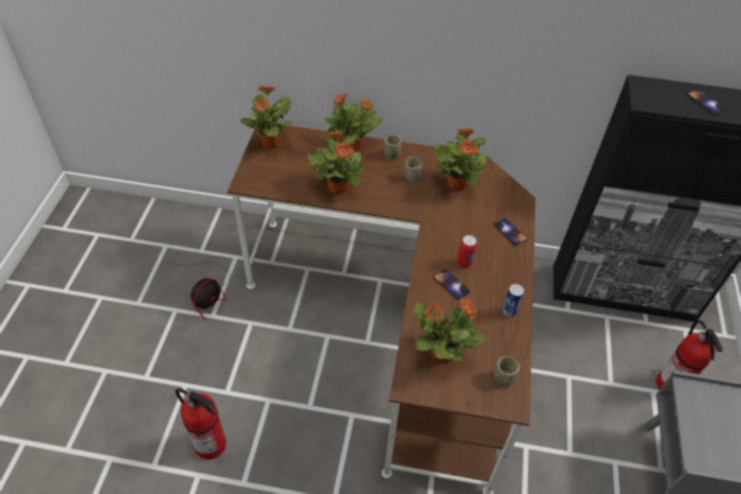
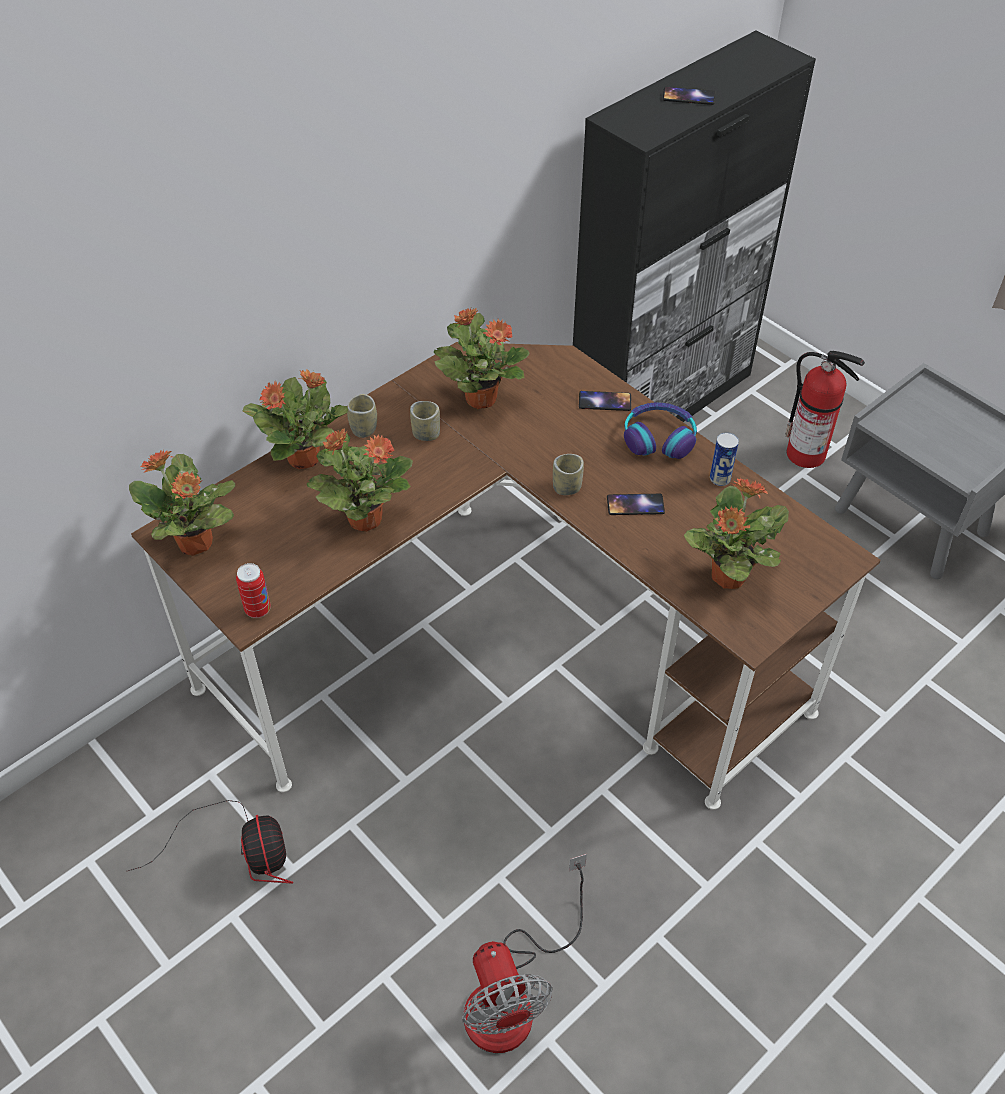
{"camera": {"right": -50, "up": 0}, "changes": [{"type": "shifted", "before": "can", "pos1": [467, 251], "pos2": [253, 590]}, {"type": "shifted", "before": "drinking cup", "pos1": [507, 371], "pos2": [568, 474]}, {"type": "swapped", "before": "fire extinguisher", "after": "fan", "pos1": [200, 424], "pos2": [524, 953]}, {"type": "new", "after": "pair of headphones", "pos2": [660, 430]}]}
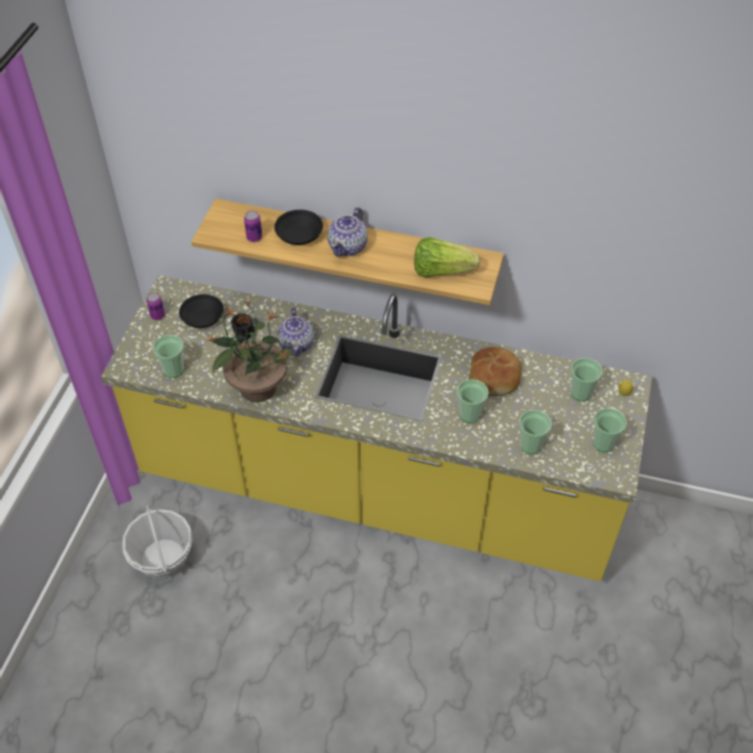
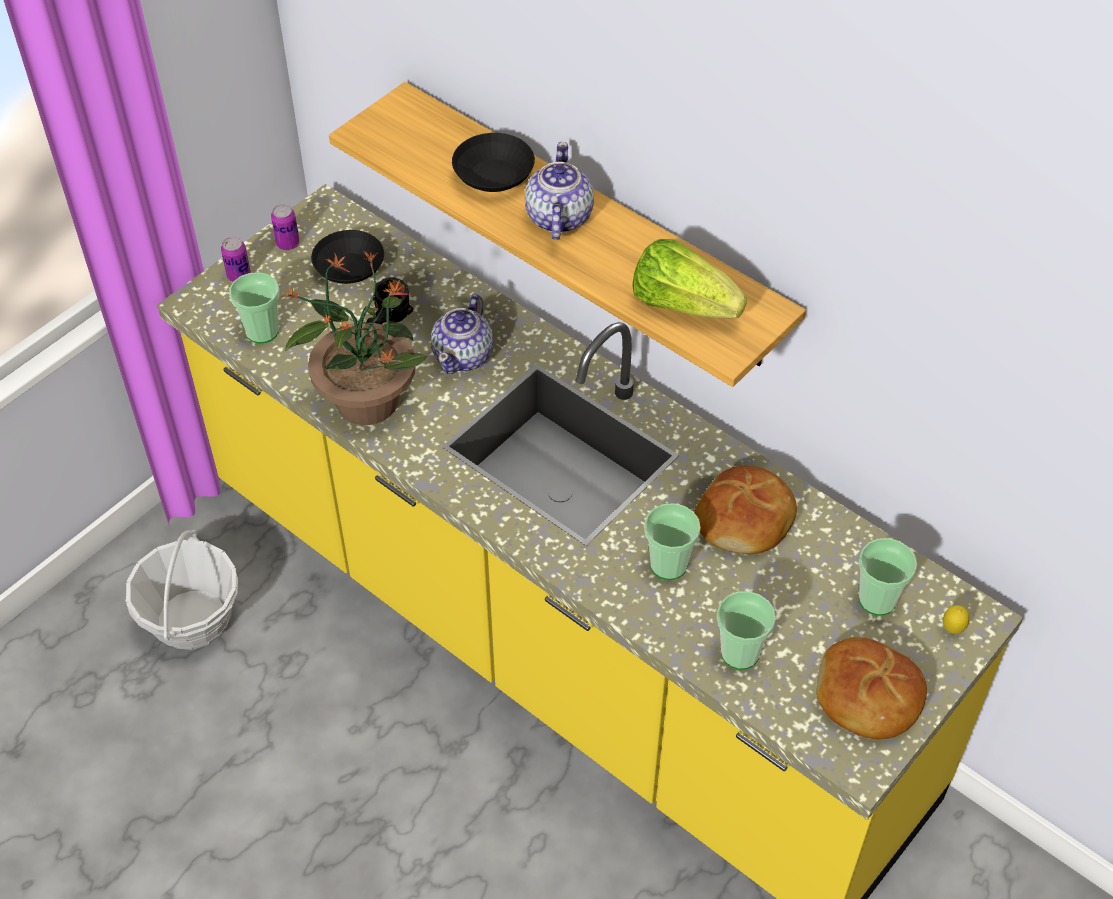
{"camera": {"right": 25, "up": 0}, "changes": [{"type": "rotated", "before": "teapot", "pos1": [347, 232], "pos2": [559, 191], "turn": 135}, {"type": "shifted", "before": "can", "pos1": [253, 226], "pos2": [236, 259]}, {"type": "swapped", "before": "drinking cup", "after": "bakery bread", "pos1": [610, 430], "pos2": [871, 688]}]}
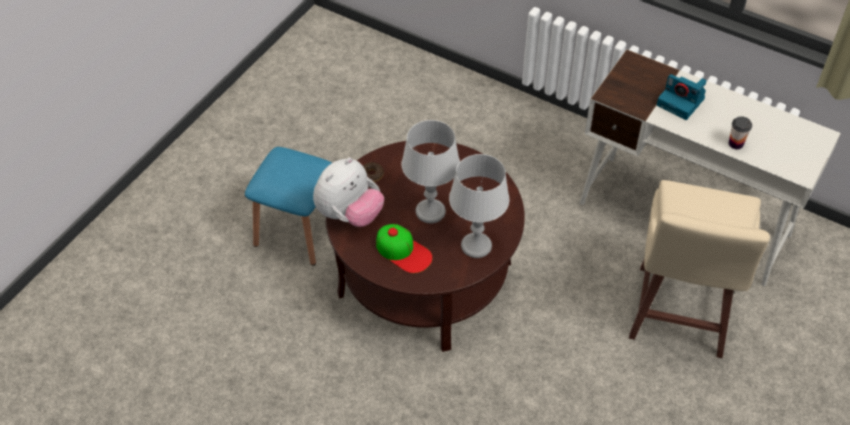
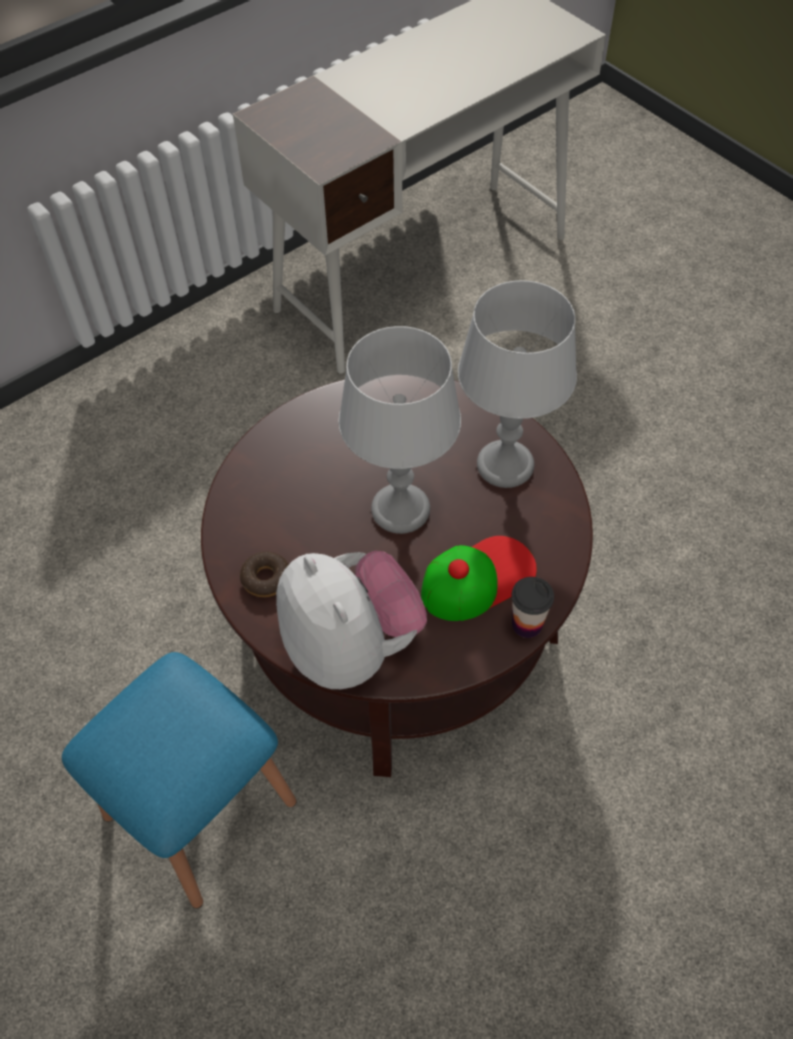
{"camera": {"right": -70, "up": 5}, "changes": [{"type": "gone", "before": "still camera", "pos1": [682, 97]}, {"type": "shifted", "before": "drinking cup", "pos1": [740, 132], "pos2": [532, 607]}, {"type": "gone", "before": "stool seat (beige)", "pos1": [699, 269]}]}
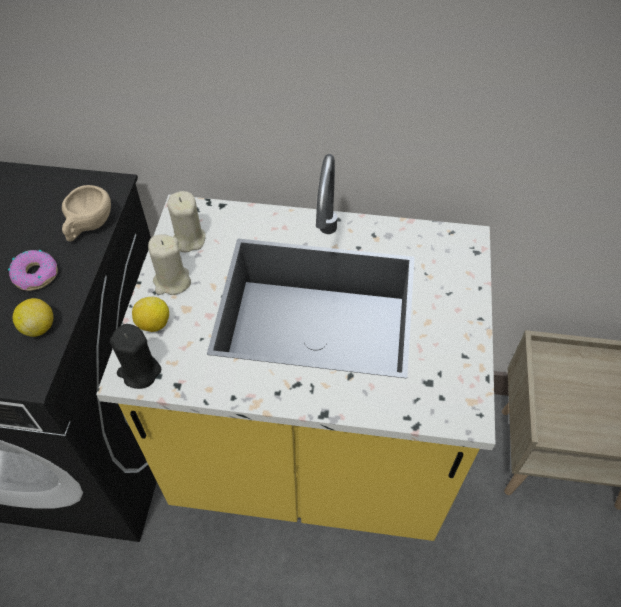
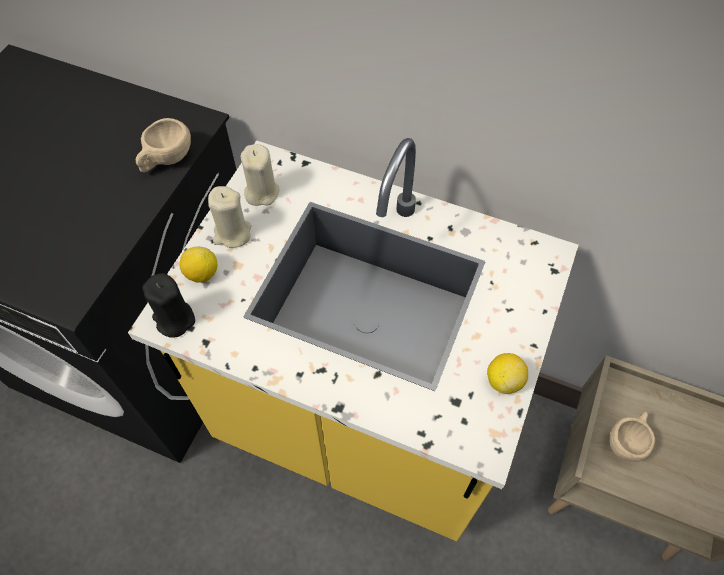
{"camera": {"right": 15, "up": 5}, "changes": [{"type": "gone", "before": "doughnut", "pos1": [33, 270]}, {"type": "shifted", "before": "citrus fruit", "pos1": [32, 317], "pos2": [507, 373]}, {"type": "new", "after": "drinking cup (beige)", "pos2": [632, 436]}]}
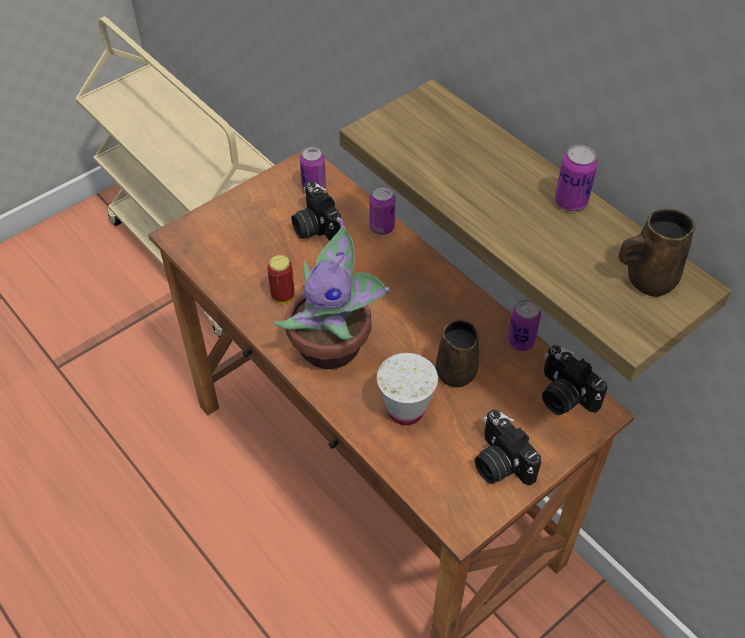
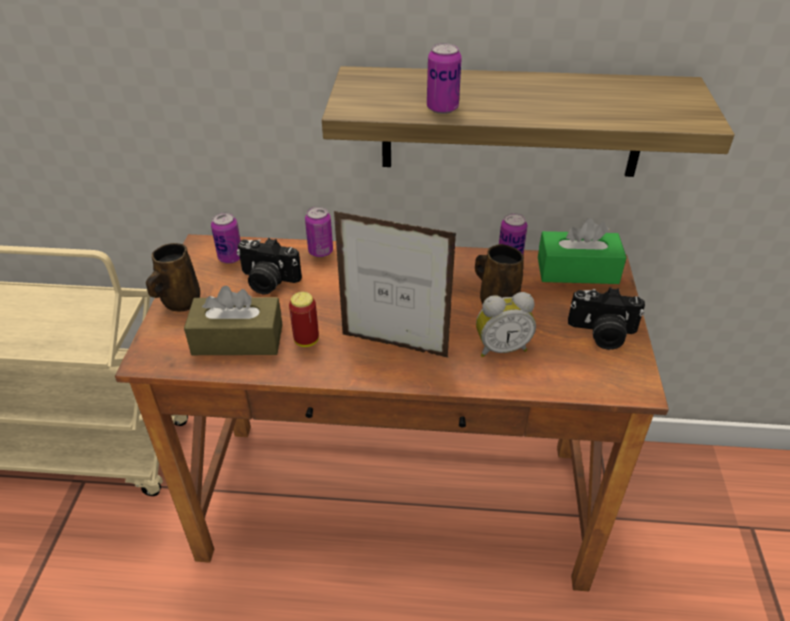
{"camera": {"right": -45, "up": -10}, "changes": [{"type": "shifted", "before": "can", "pos1": [576, 178], "pos2": [444, 78]}, {"type": "shifted", "before": "mug (brown)", "pos1": [656, 252], "pos2": [173, 277]}, {"type": "swapped", "before": "houseplant", "after": "photo frame", "pos1": [331, 293], "pos2": [395, 284]}, {"type": "swapped", "before": "still camera", "after": "tissue box (green-coloured)", "pos1": [575, 380], "pos2": [582, 251]}, {"type": "swapped", "before": "drinking cup (whitish)", "after": "bedside clock", "pos1": [407, 389], "pos2": [506, 324]}, {"type": "new", "after": "tissue box (brown)", "pos2": [233, 320]}]}
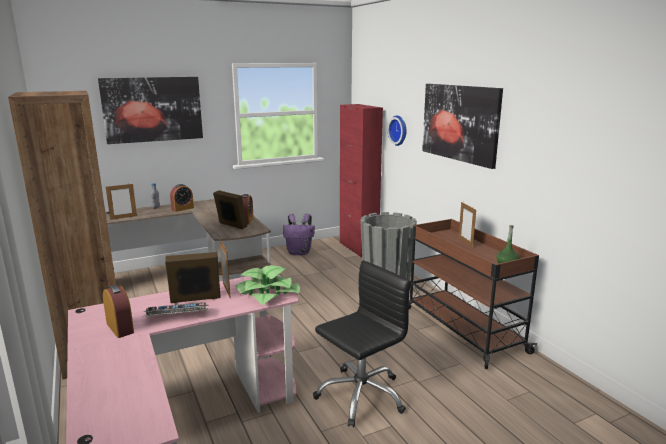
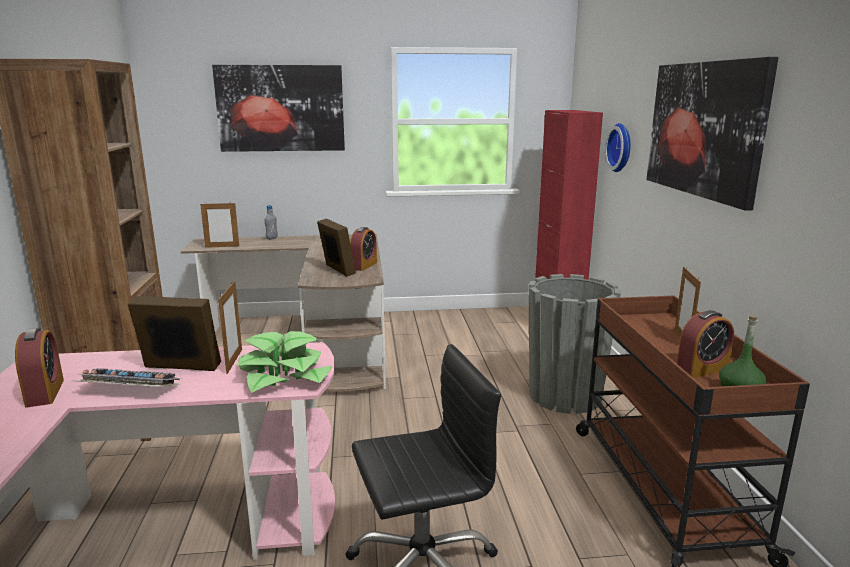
{"camera": {"right": 20, "up": 0}, "changes": [{"type": "shifted", "before": "bedside clock", "pos1": [182, 198], "pos2": [705, 344]}, {"type": "gone", "before": "knapsack (purple-coloured)", "pos1": [299, 234]}]}
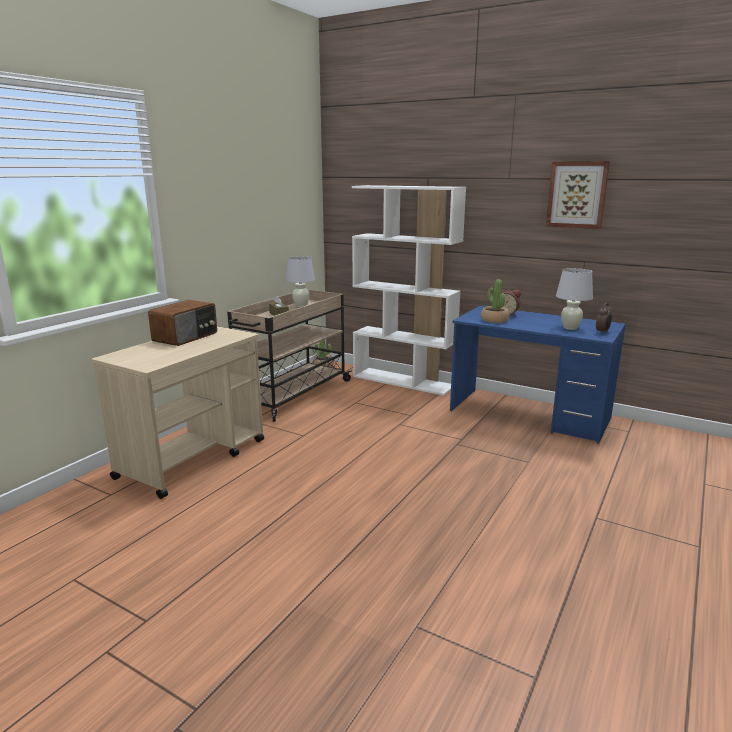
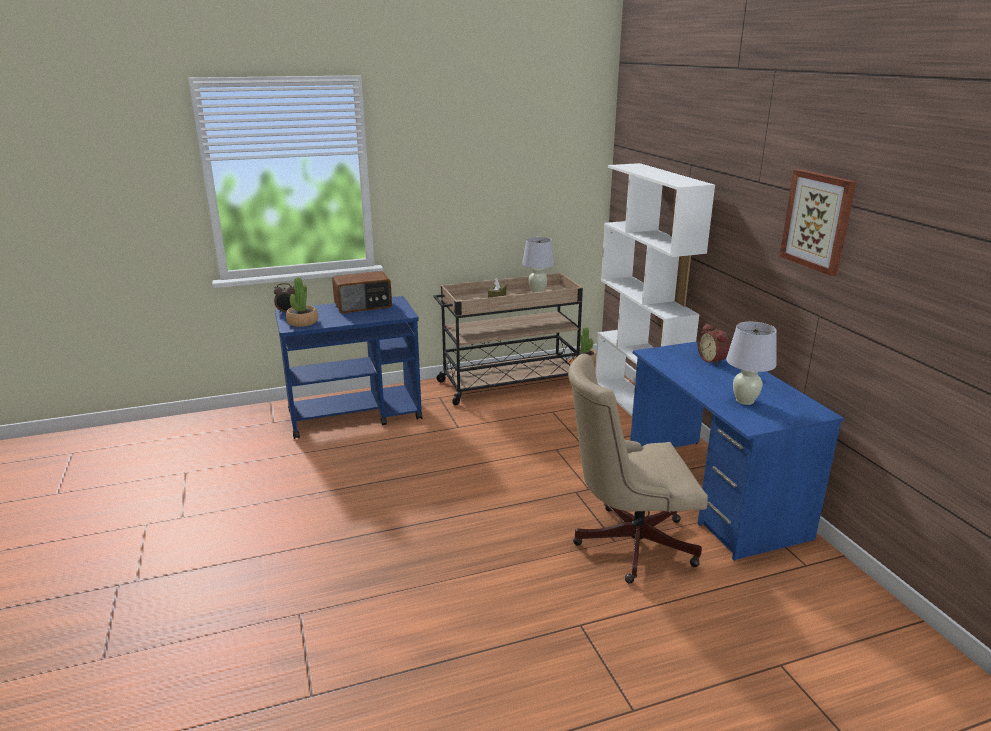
{"camera": {"right": 40, "up": 5}, "changes": [{"type": "shifted", "before": "houseplant", "pos1": [495, 301], "pos2": [302, 302]}, {"type": "shifted", "before": "bedside clock", "pos1": [604, 318], "pos2": [285, 298]}, {"type": "repainted", "before": "cart (beige)", "after": "cart (blue)", "pos1": [178, 412], "pos2": [349, 367]}, {"type": "new", "after": "office chair (beige)", "pos2": [638, 469]}]}
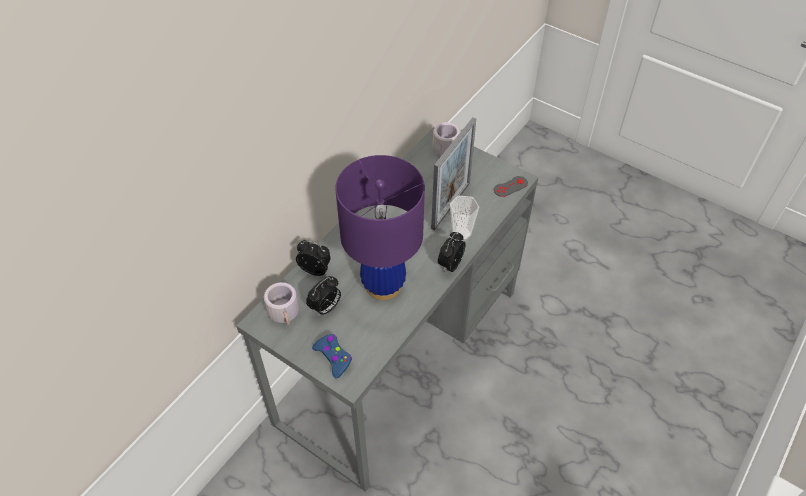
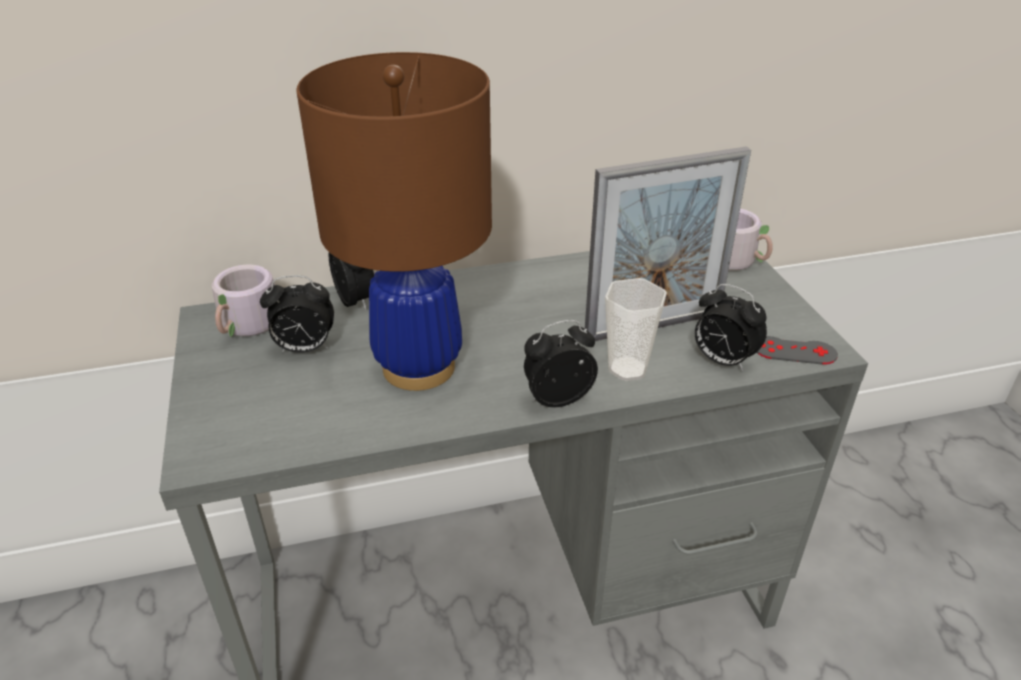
{"camera": {"right": 40, "up": -15}, "changes": [{"type": "repainted", "before": "table lamp (purple-coloured)", "after": "table lamp (brown)", "pos1": [380, 227], "pos2": [394, 221]}, {"type": "gone", "before": "gamepad (blue)", "pos1": [332, 356]}, {"type": "new", "after": "bedside clock", "pos2": [731, 327]}]}
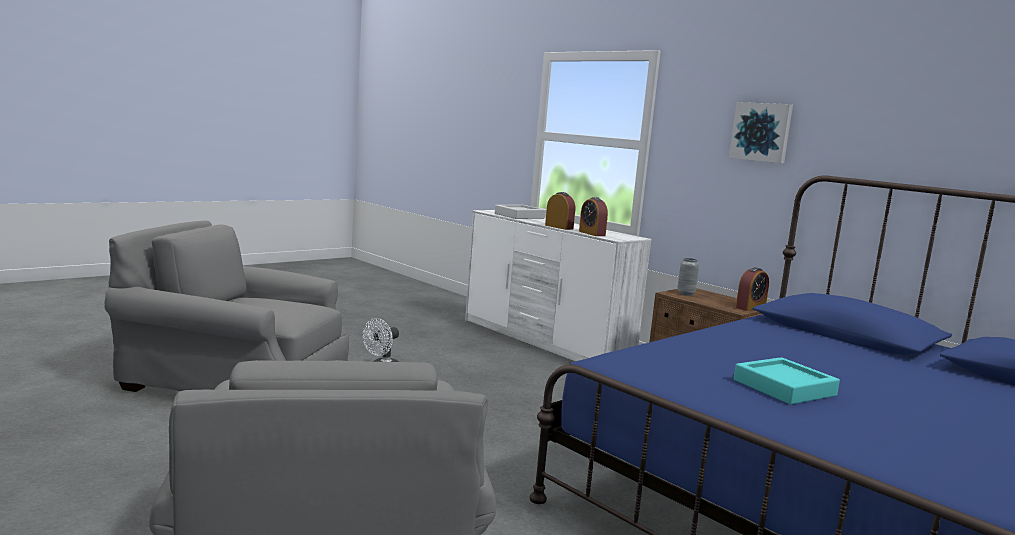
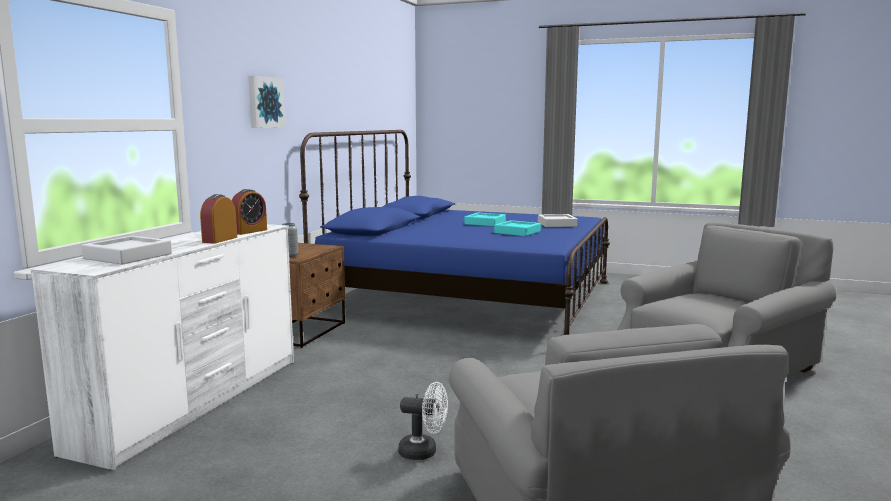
{"camera": {"right": -115, "up": 0}, "changes": [{"type": "gone", "before": "bedside clock", "pos1": [752, 289]}, {"type": "new", "after": "carrying tray (blue-green)", "pos2": [485, 219]}, {"type": "new", "after": "carrying tray (grey)", "pos2": [558, 220]}]}
